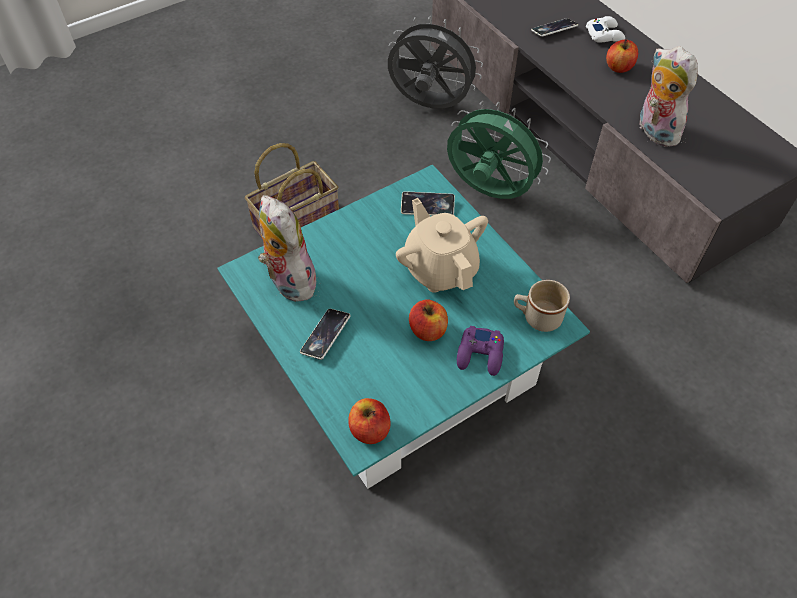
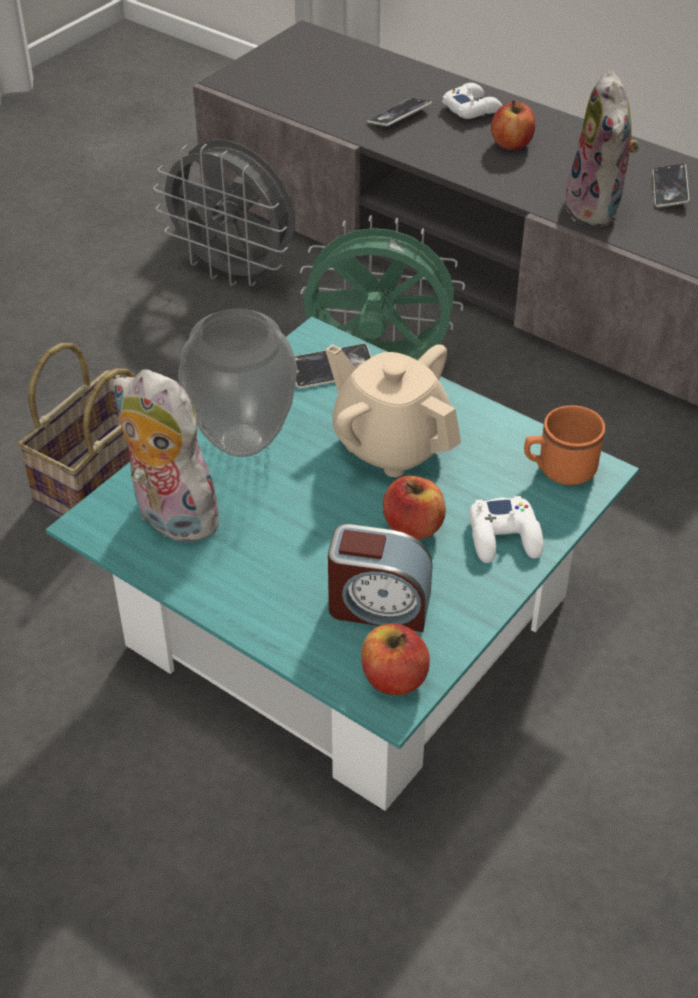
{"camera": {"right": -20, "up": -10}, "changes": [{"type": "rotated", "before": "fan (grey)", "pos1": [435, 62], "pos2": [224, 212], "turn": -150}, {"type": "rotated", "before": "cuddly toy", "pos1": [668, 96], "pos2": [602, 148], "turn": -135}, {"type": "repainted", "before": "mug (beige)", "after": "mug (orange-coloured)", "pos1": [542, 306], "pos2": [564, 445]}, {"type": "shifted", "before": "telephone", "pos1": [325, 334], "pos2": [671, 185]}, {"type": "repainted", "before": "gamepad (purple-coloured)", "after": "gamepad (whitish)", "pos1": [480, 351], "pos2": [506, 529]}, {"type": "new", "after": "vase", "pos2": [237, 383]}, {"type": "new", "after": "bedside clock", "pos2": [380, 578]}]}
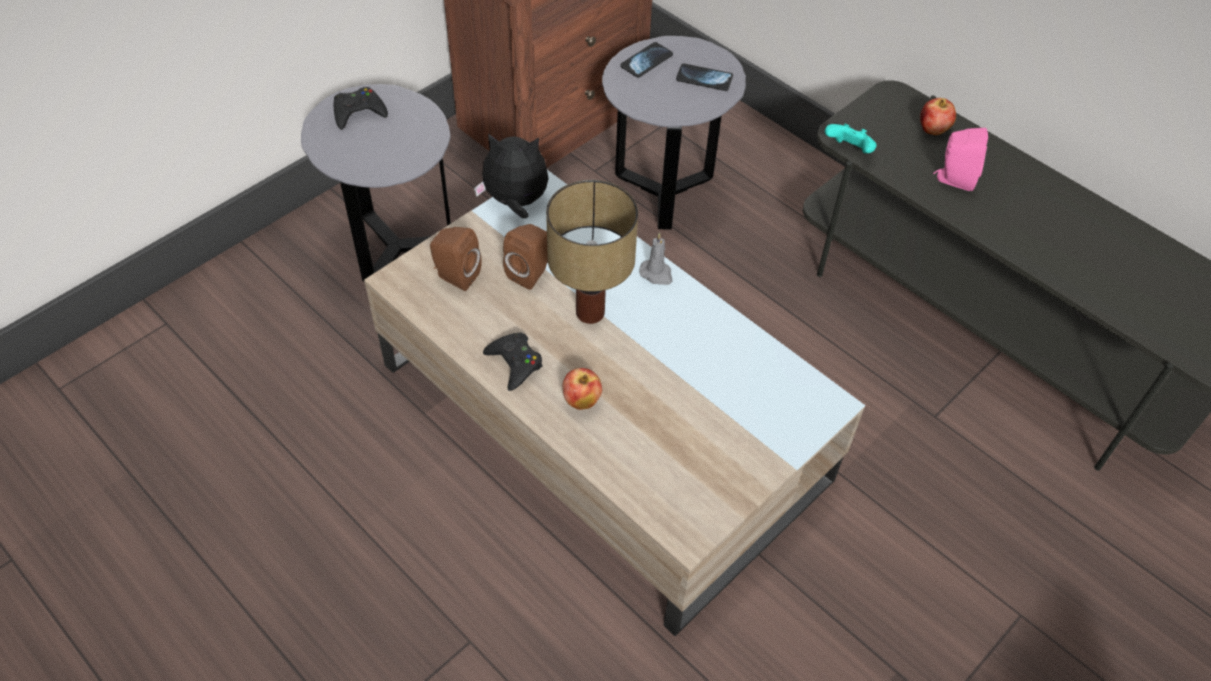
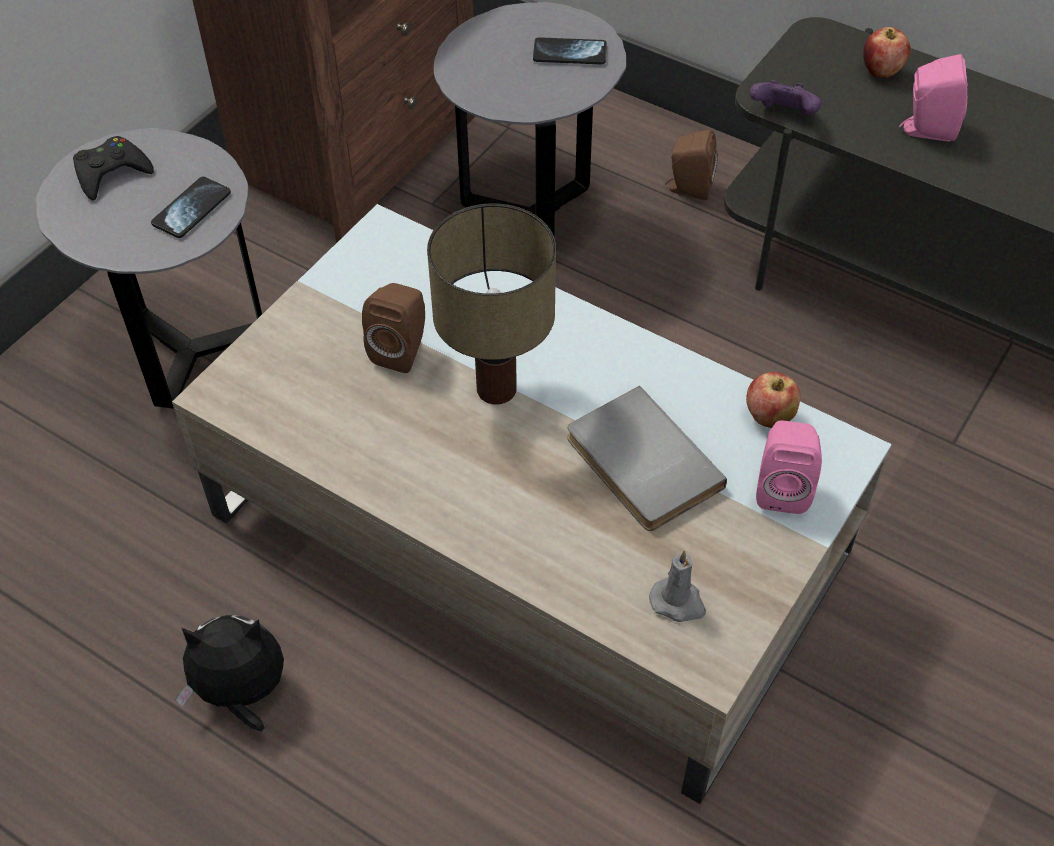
{"camera": {"right": -10, "up": 0}, "changes": [{"type": "shifted", "before": "telephone", "pos1": [646, 59], "pos2": [191, 207]}, {"type": "repainted", "before": "gamepad (blue-green)", "after": "gamepad (purple-coloured)", "pos1": [851, 138], "pos2": [785, 97]}, {"type": "shifted", "before": "cuddly toy", "pos1": [511, 175], "pos2": [230, 673]}, {"type": "shifted", "before": "loudspeaker (brown)", "pos1": [456, 259], "pos2": [691, 165]}, {"type": "shifted", "before": "candle (grey)", "pos1": [655, 258], "pos2": [677, 586]}, {"type": "gone", "before": "gamepad (black)", "pos1": [513, 362]}, {"type": "shifted", "before": "apple", "pos1": [582, 389], "pos2": [773, 400]}, {"type": "new", "after": "bound book (grey)", "pos2": [647, 458]}, {"type": "new", "after": "loudspeaker (pinkish)", "pos2": [789, 467]}]}
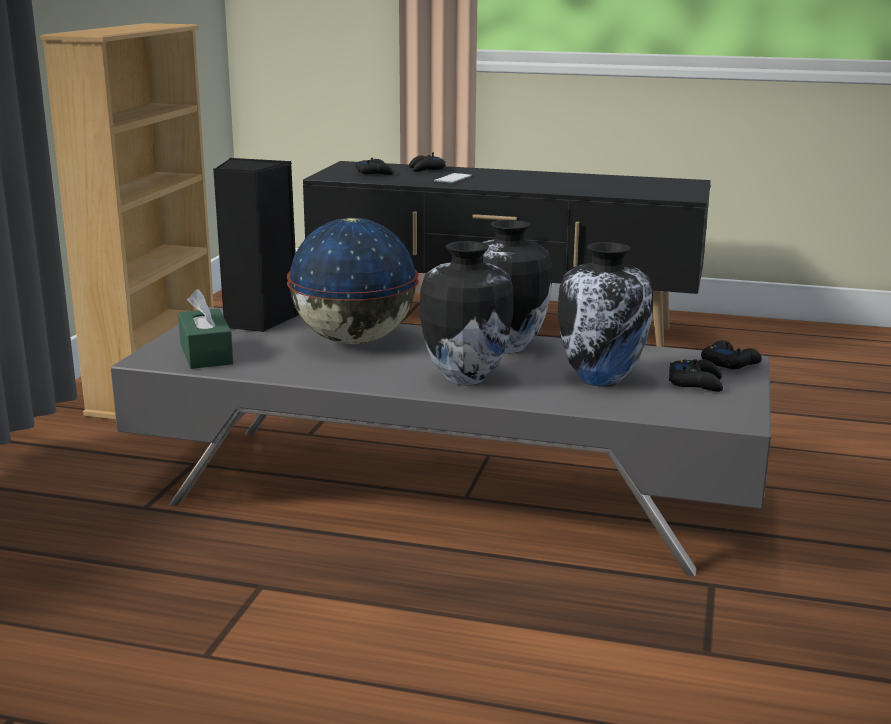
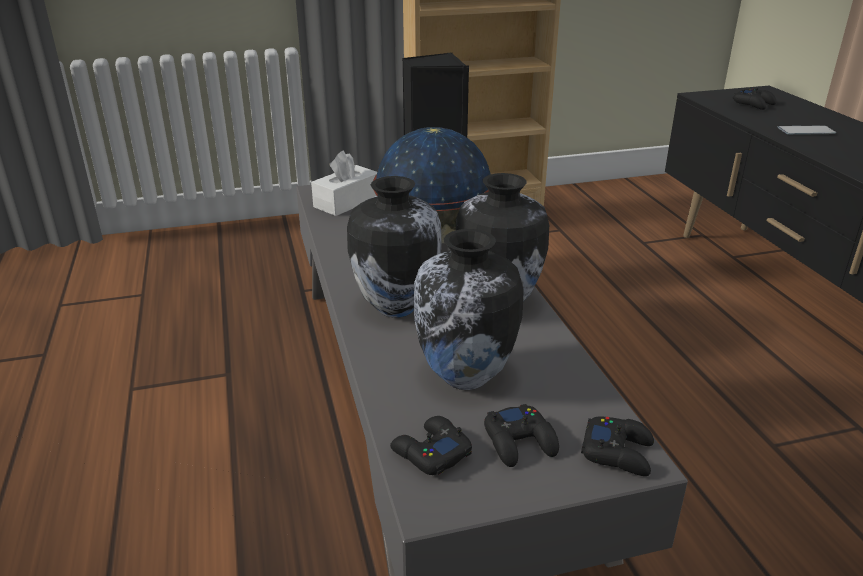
{"camera": {"right": 60, "up": 10}, "changes": [{"type": "shifted", "before": "gamepad (black)", "pos1": [427, 162], "pos2": [431, 445]}, {"type": "repainted", "before": "tissue box (green-coloured)", "after": "tissue box (whitish)", "pos1": [205, 329], "pos2": [344, 183]}]}
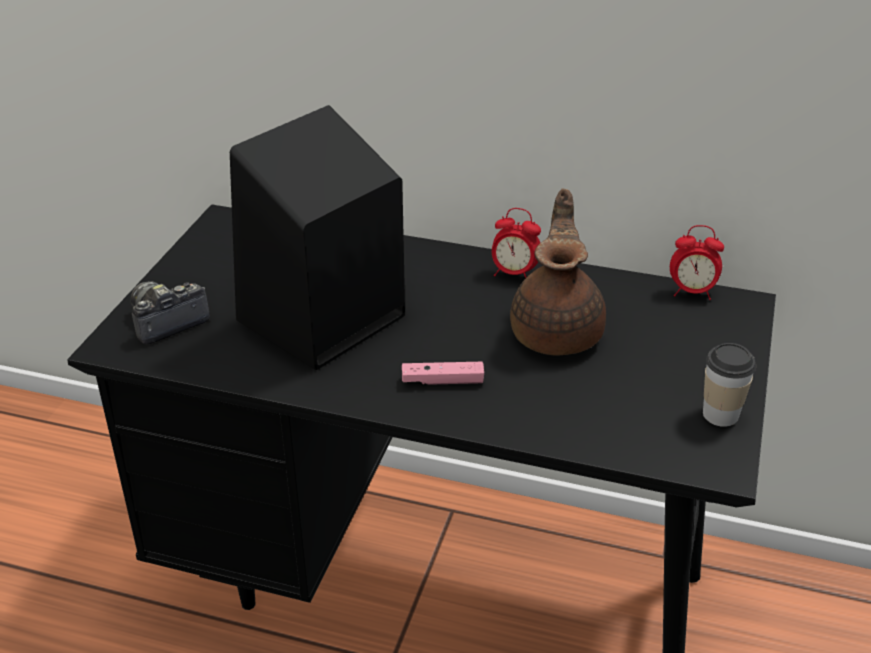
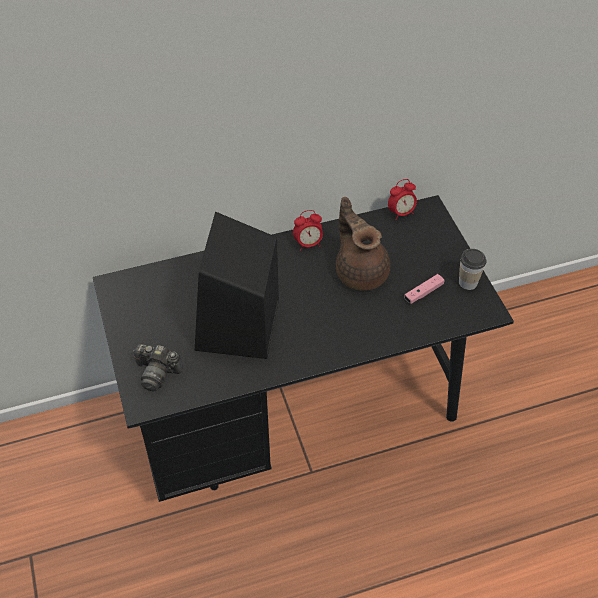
{"camera": {"right": -35, "up": 15}, "changes": [{"type": "rotated", "before": "still camera", "pos1": [170, 312], "pos2": [158, 367], "turn": -90}, {"type": "shifted", "before": "gamepad (pinkish)", "pos1": [443, 373], "pos2": [424, 289]}]}
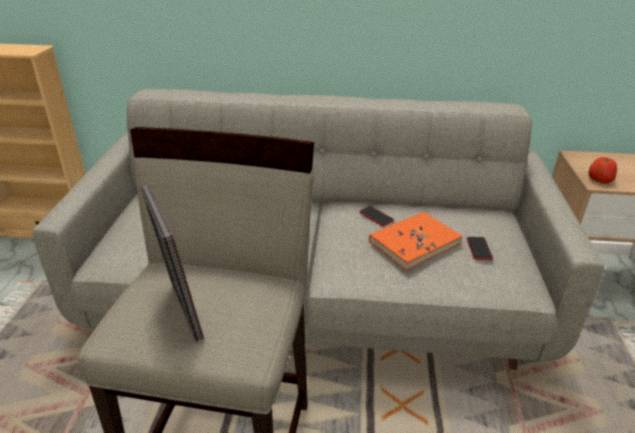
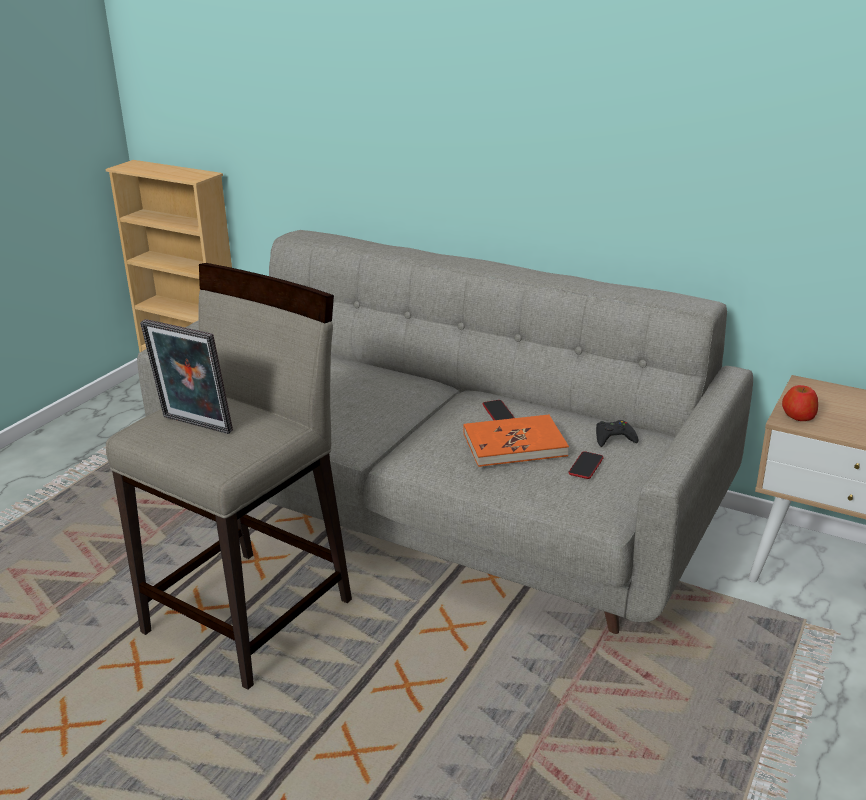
{"camera": {"right": 25, "up": -5}, "changes": [{"type": "rotated", "before": "photo frame", "pos1": [172, 263], "pos2": [186, 376], "turn": -60}, {"type": "new", "after": "gamepad (black)", "pos2": [617, 433]}]}
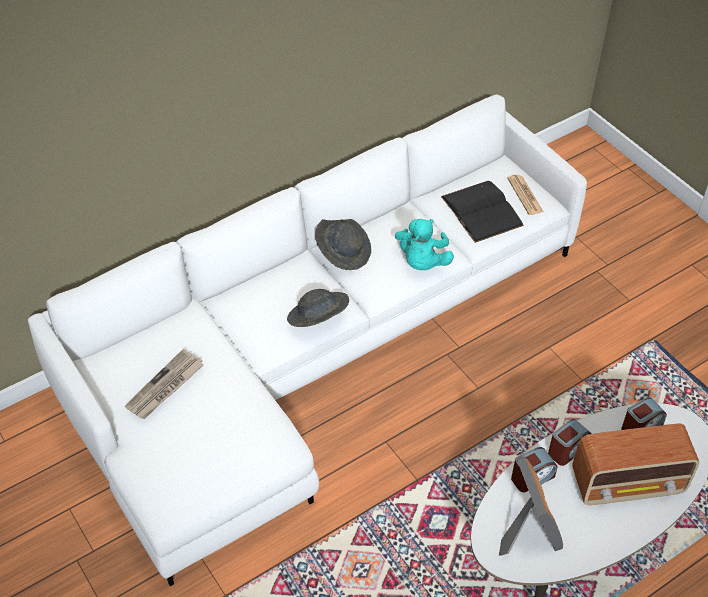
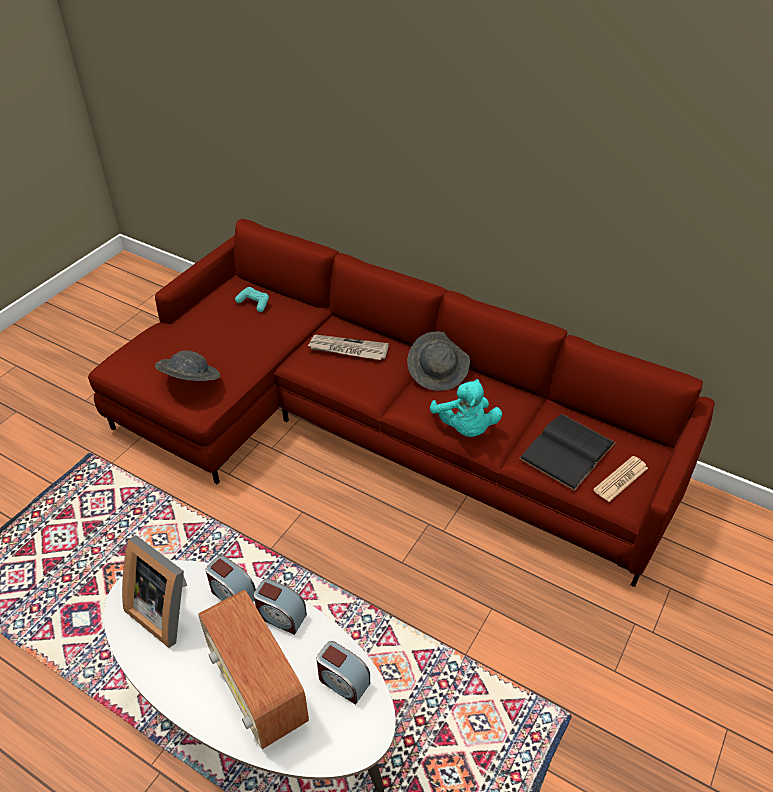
{"camera": {"right": 65, "up": -5}, "changes": [{"type": "repainted", "before": "sofa (whitish)", "after": "sofa (red-coloured)", "pos1": [307, 340], "pos2": [401, 403]}, {"type": "rotated", "before": "cuddly toy (blue-green)", "pos1": [424, 244], "pos2": [466, 408], "turn": -90}, {"type": "shifted", "before": "clothing hat (grey)", "pos1": [318, 308], "pos2": [187, 365]}, {"type": "shifted", "before": "daily paper", "pos1": [164, 384], "pos2": [348, 347]}, {"type": "rotated", "before": "photo frame", "pos1": [531, 507], "pos2": [154, 591], "turn": 75}, {"type": "new", "after": "gamepad (blue-green)", "pos2": [252, 299]}]}
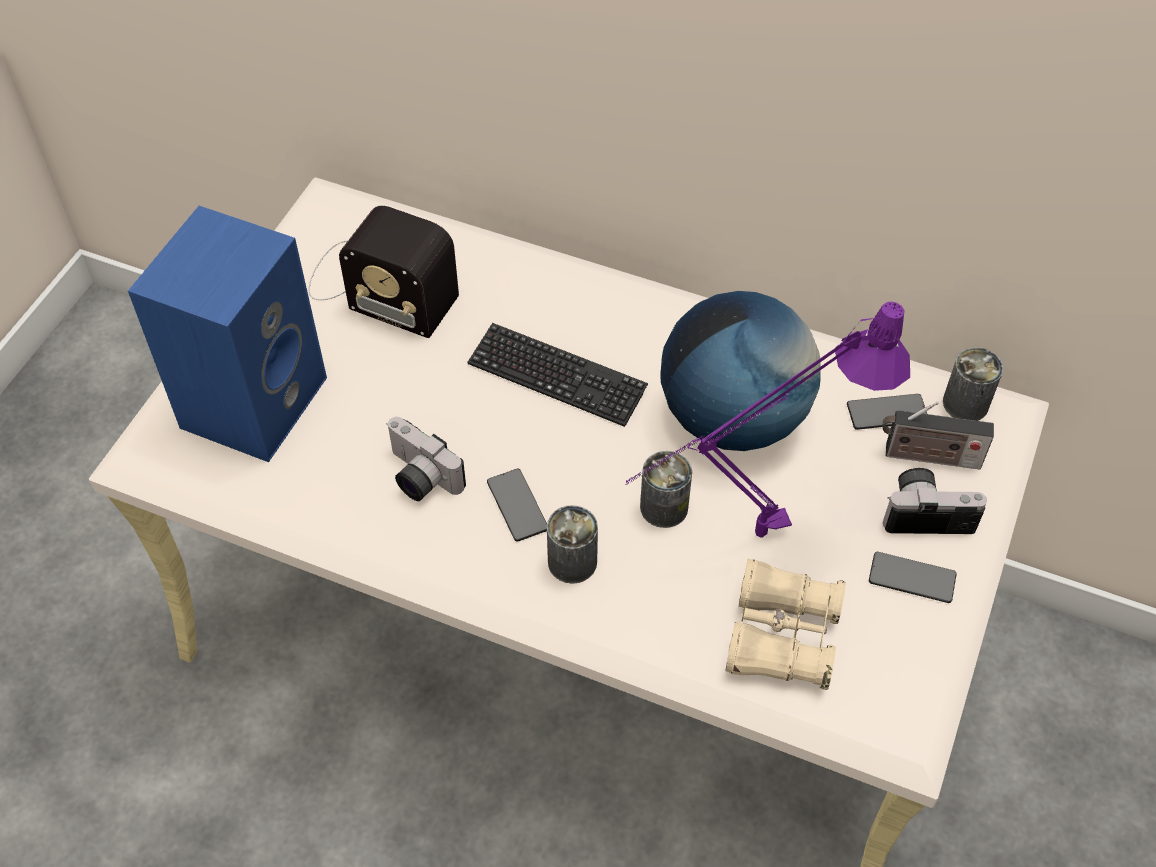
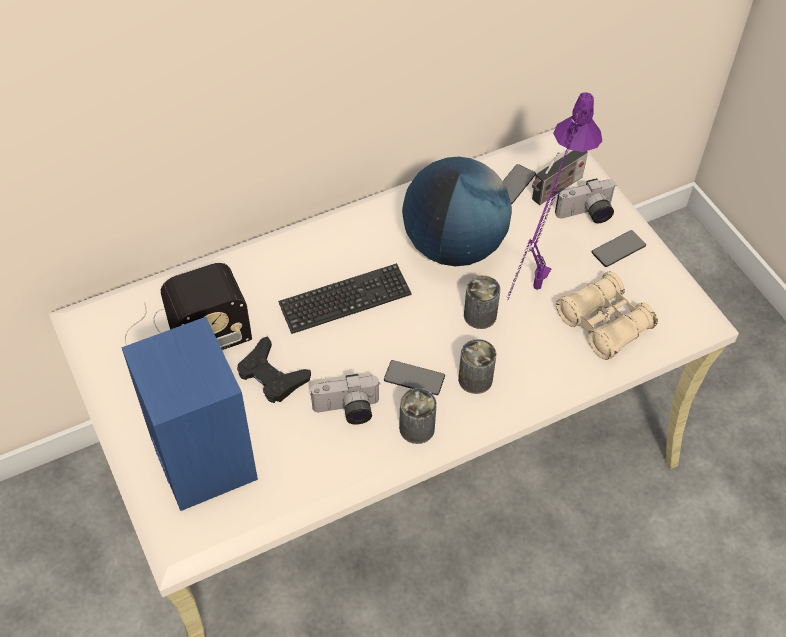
{"camera": {"right": -50, "up": 0}, "changes": [{"type": "shifted", "before": "can", "pos1": [973, 384], "pos2": [418, 416]}, {"type": "rotated", "before": "still camera", "pos1": [935, 501], "pos2": [586, 200], "turn": -150}, {"type": "new", "after": "gamepad (black)", "pos2": [274, 369]}]}
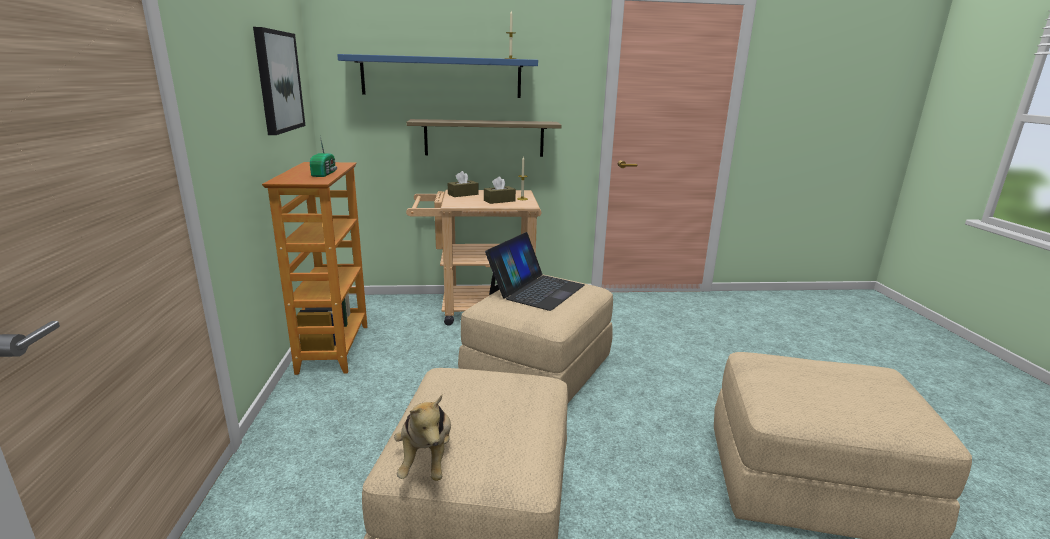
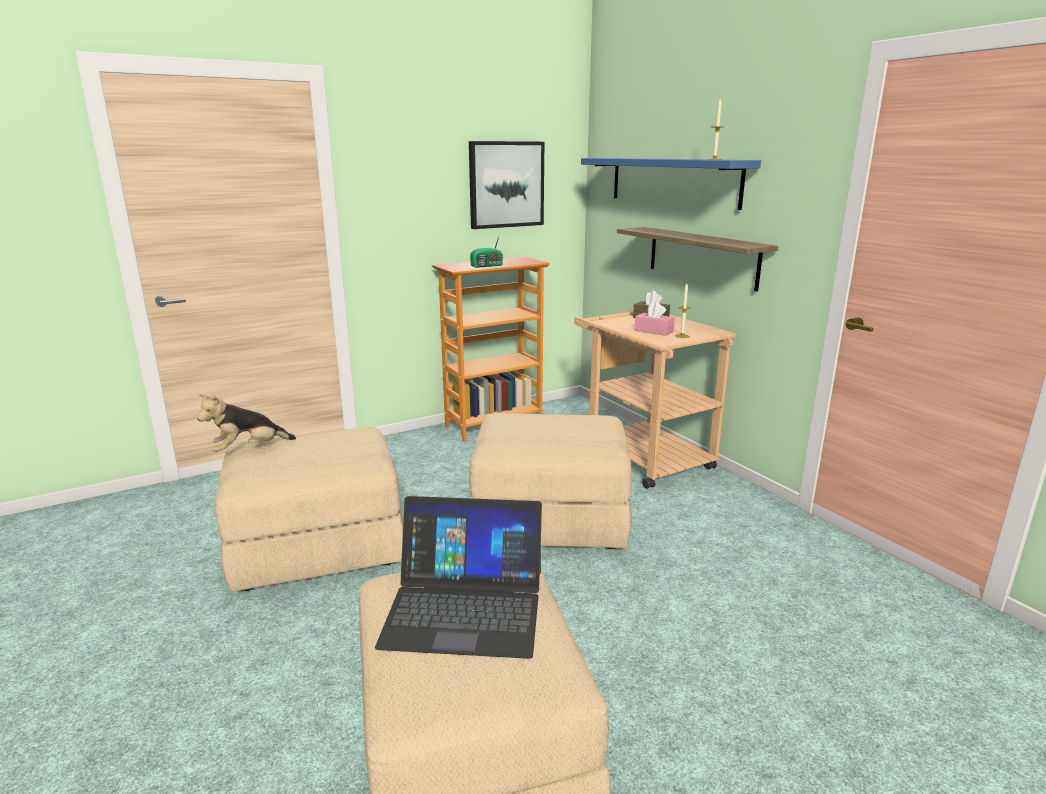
{"camera": {"right": 65, "up": 0}, "changes": [{"type": "repainted", "before": "tissue box (brown)", "after": "tissue box (pinkish)", "pos1": [500, 190], "pos2": [655, 319]}, {"type": "shifted", "before": "laptop", "pos1": [535, 271], "pos2": [458, 577]}]}
